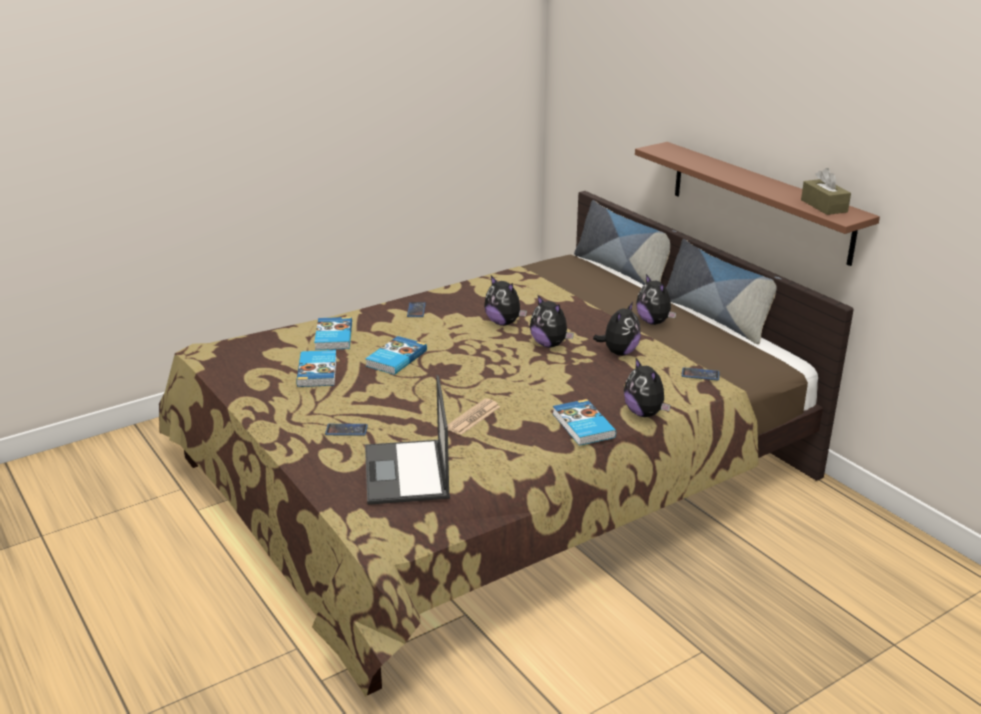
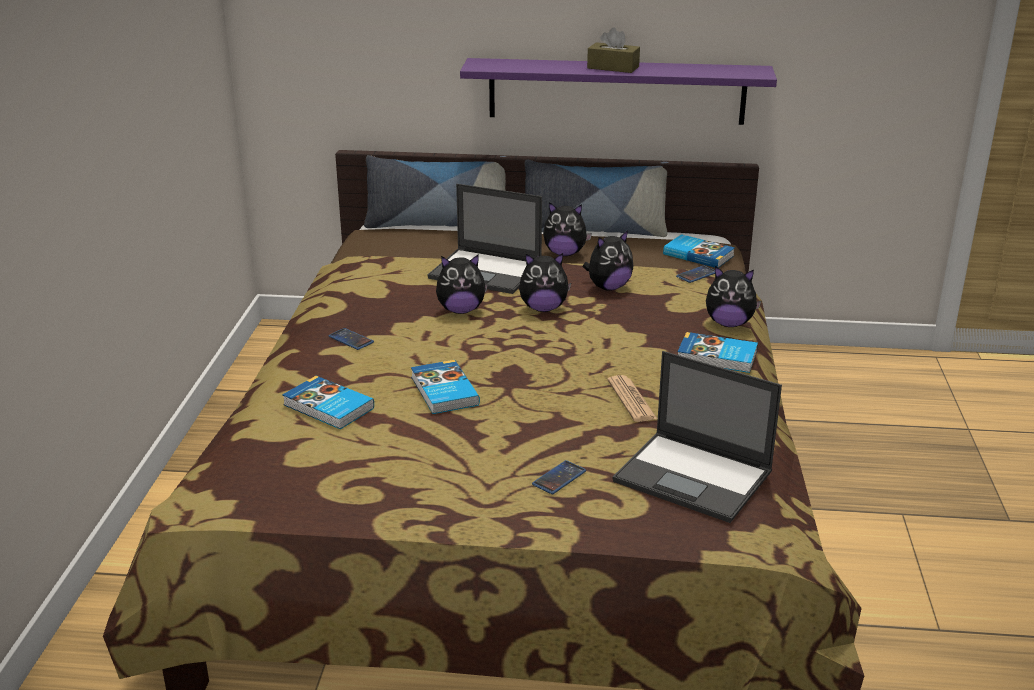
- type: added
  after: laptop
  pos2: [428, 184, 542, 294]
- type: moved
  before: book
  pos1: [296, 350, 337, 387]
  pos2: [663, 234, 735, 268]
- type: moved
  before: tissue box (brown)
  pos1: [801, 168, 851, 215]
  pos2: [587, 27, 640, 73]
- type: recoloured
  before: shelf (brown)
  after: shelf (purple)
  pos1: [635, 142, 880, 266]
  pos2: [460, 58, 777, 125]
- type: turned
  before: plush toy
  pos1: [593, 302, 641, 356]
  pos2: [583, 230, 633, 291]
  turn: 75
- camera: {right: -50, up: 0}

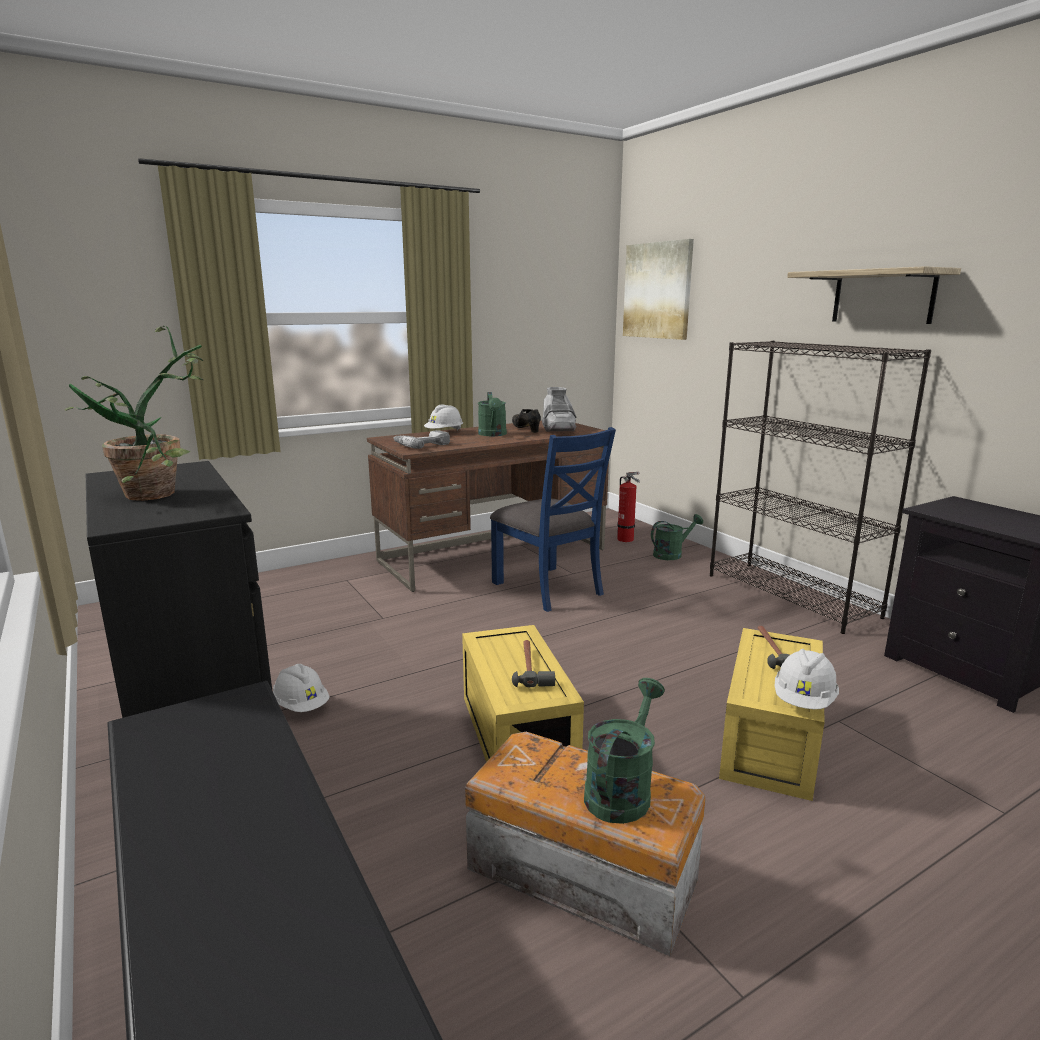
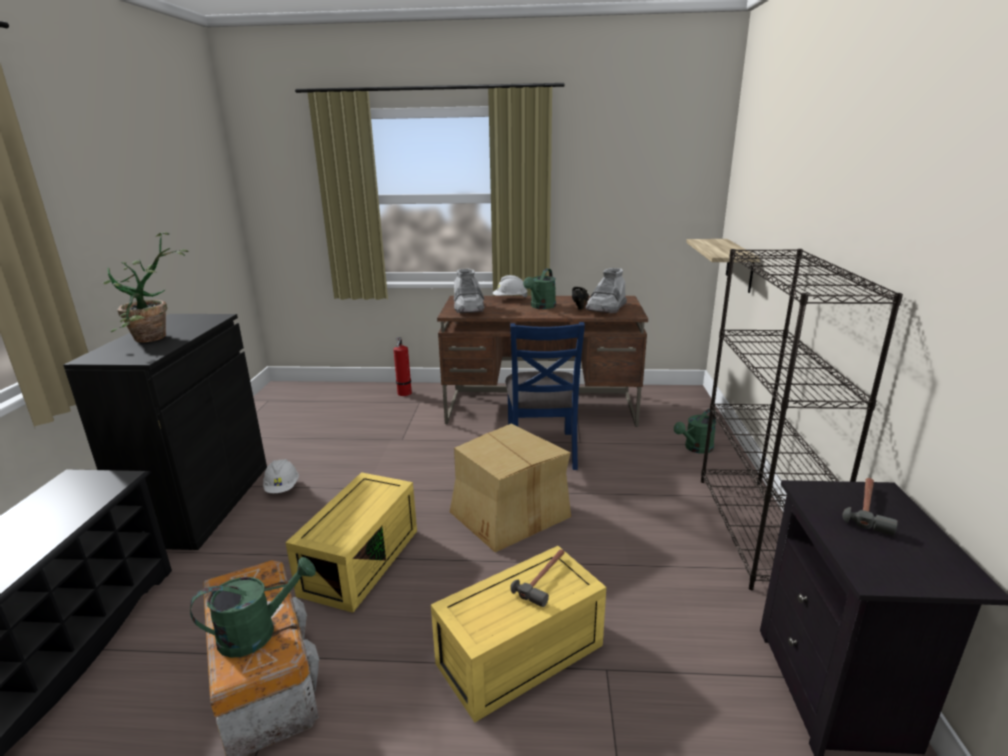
- type: removed
  before: picture
  pos1: [623, 239, 694, 340]
- type: removed
  before: hard hat (white)
  pos1: [775, 649, 839, 709]
- type: added
  after: cardboard box
  pos2: [450, 424, 571, 552]
- type: moved
  before: hammer
  pos1: [512, 640, 555, 687]
  pos2: [842, 478, 898, 535]
- type: moved
  before: fire extinguisher
  pos1: [617, 472, 640, 542]
  pos2: [393, 337, 412, 396]
- type: moved
  before: shelf
  pos1: [787, 266, 961, 324]
  pos2: [686, 239, 760, 293]
- type: replaced
  before: power drill
  after: boot (grey)
  pos1: [393, 430, 450, 449]
  pos2: [454, 268, 485, 313]
- type: turned
  before: watering can (green)
  pos1: [651, 514, 703, 560]
  pos2: [674, 409, 716, 454]
  turn: 135
- camera: {right: 35, up: 5}

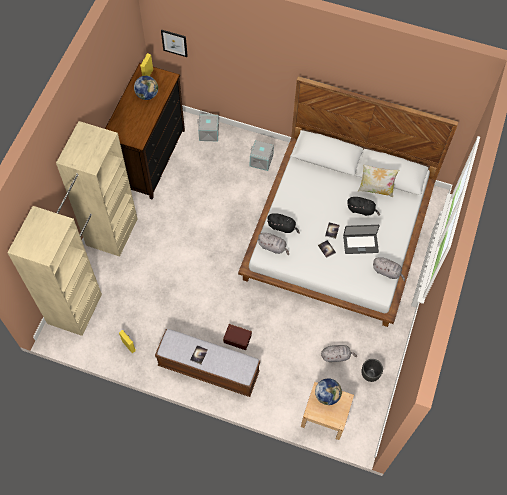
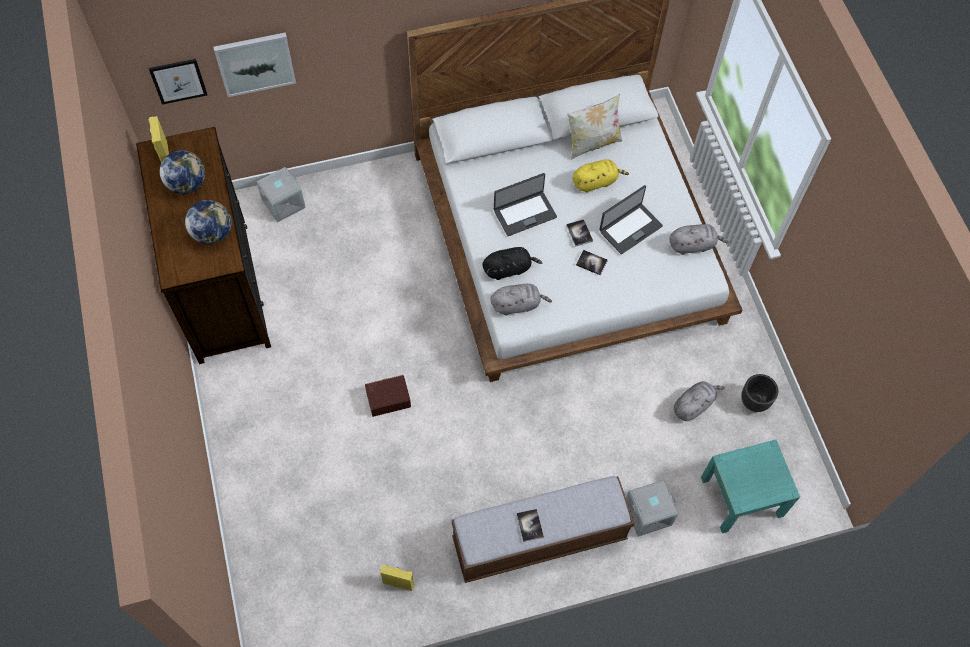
- type: removed
  before: wardrobe (beige)
  pos1: [7, 121, 138, 336]
- type: added
  after: picture
  pos2: [213, 32, 296, 97]
- type: added
  after: laptop
  pos2: [494, 173, 557, 236]
- type: moved
  before: storage box (brown)
  pos1: [223, 324, 252, 350]
  pos2: [365, 375, 411, 417]
- type: moved
  before: storage box (grey)
  pos1: [250, 140, 274, 171]
  pos2: [626, 480, 678, 537]
- type: moved
  before: globe
  pos1: [315, 378, 342, 405]
  pos2: [185, 200, 231, 244]
- type: recoloured
  before: nightstand (beige)
  after: nightstand (turquoise)
  pos1: [301, 382, 354, 440]
  pos2: [701, 440, 800, 533]
- type: recoloured
  before: plush toy (black)
  after: plush toy (yellow)
  pos1: [347, 197, 380, 216]
  pos2: [573, 159, 629, 193]
- camera: {right: -35, up: 0}

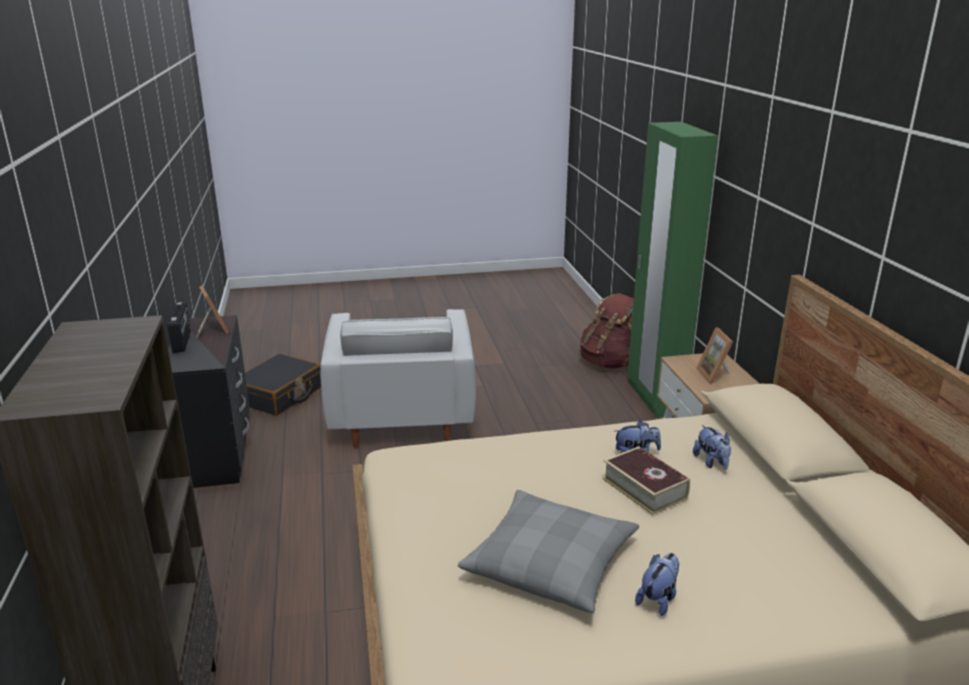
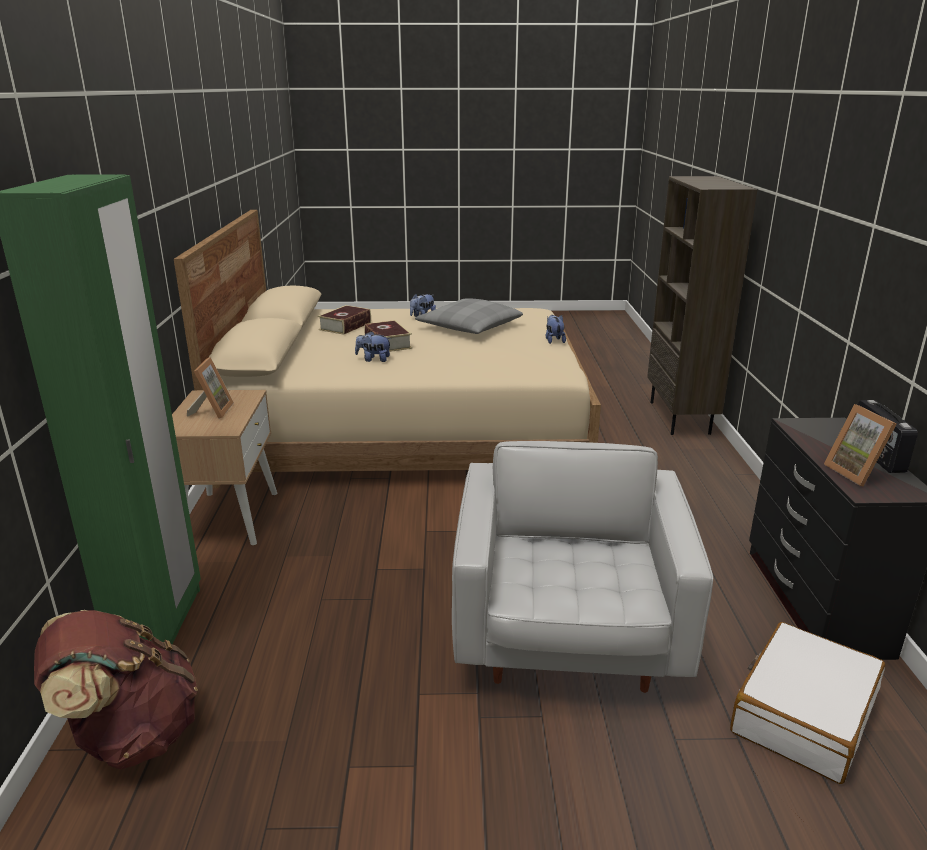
- type: added
  after: book
  pos2: [318, 305, 371, 335]
- type: moved
  before: plush toy
  pos1: [693, 425, 731, 470]
  pos2: [546, 315, 566, 344]
- type: recoloured
  before: suitcase (black)
  after: suitcase (white)
  pos1: [245, 354, 321, 416]
  pos2: [730, 622, 885, 784]
- camera: {right: -170, up: 0}

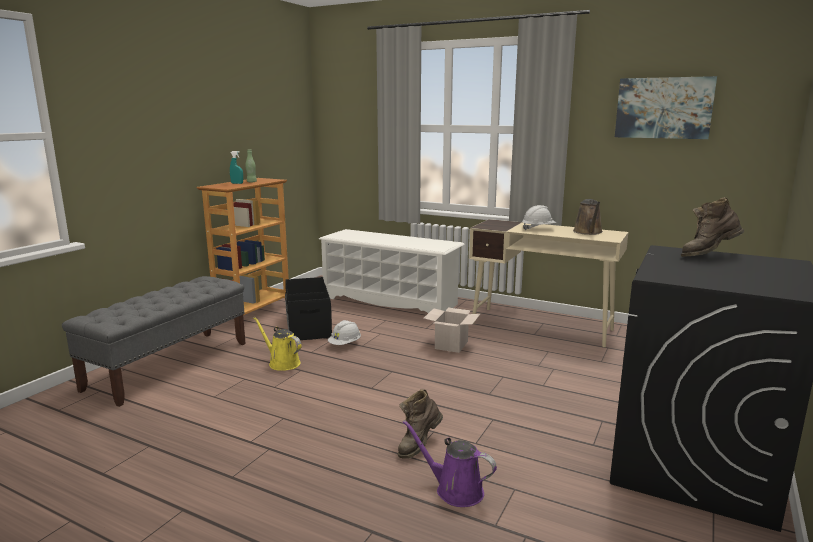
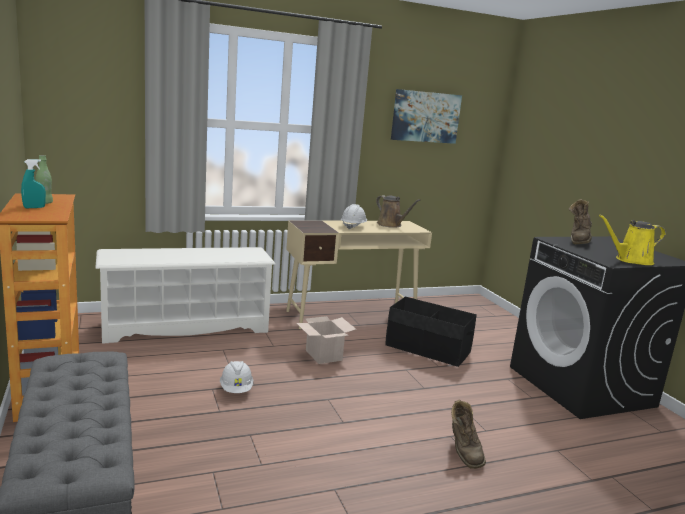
- type: removed
  before: watering can (purple)
  pos1: [403, 420, 497, 507]
- type: moved
  before: watering can (yellow)
  pos1: [254, 317, 302, 371]
  pos2: [599, 215, 666, 265]
- type: moved
  before: storage box (black)
  pos1: [285, 277, 332, 340]
  pos2: [385, 296, 477, 367]
- camera: {right: -50, up: 0}

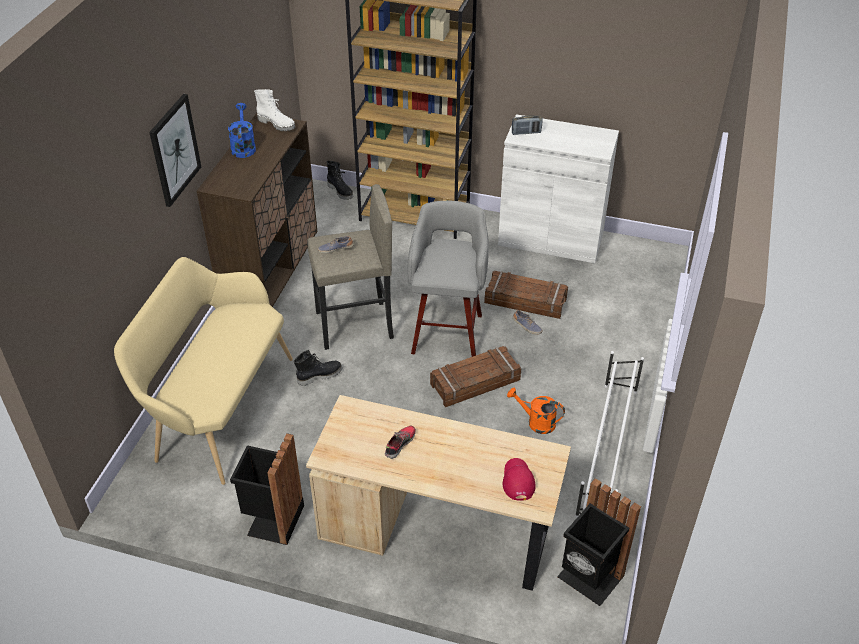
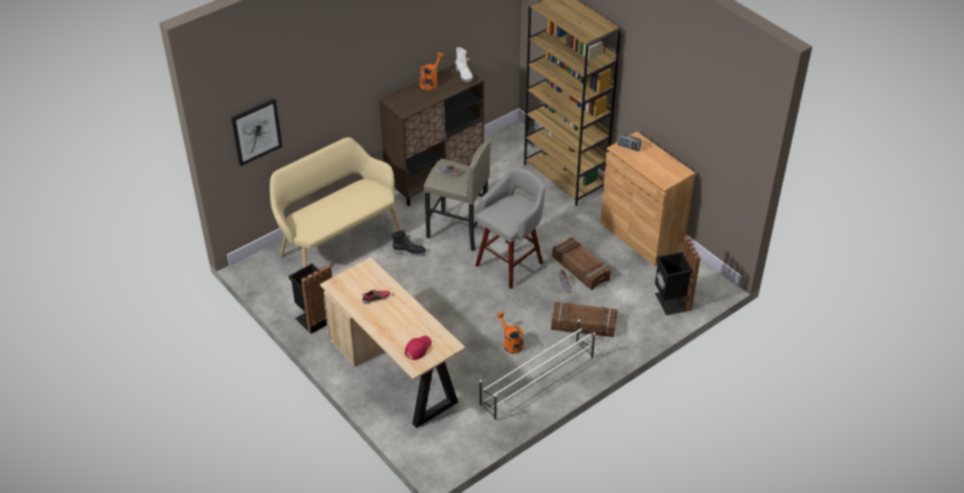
- type: moved
  before: picture
  pos1: [149, 94, 201, 207]
  pos2: [231, 98, 282, 166]
- type: moved
  before: crate
  pos1: [430, 346, 522, 407]
  pos2: [551, 302, 617, 337]
- type: moved
  before: trash can (black)
  pos1: [557, 478, 641, 606]
  pos2: [655, 236, 700, 315]
- type: recoloured
  before: watering can (blue)
  after: watering can (orange)
  pos1: [228, 103, 256, 158]
  pos2: [420, 52, 444, 90]
- type: recoloured
  before: cabinet (white)
  after: cabinet (brown)
  pos1: [498, 114, 619, 263]
  pos2: [600, 132, 695, 266]
- camera: {right: 35, up: 0}

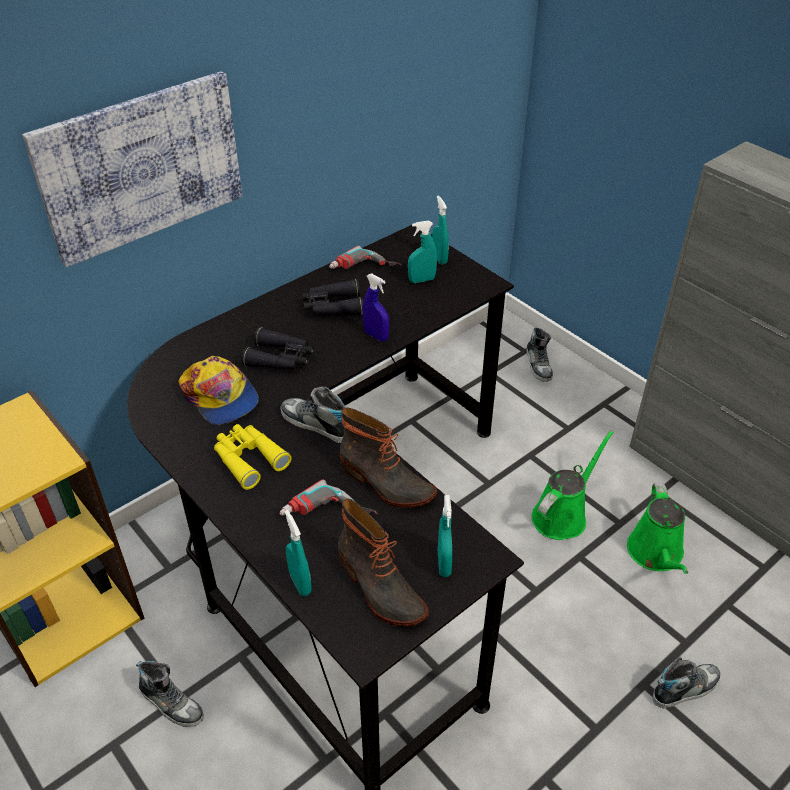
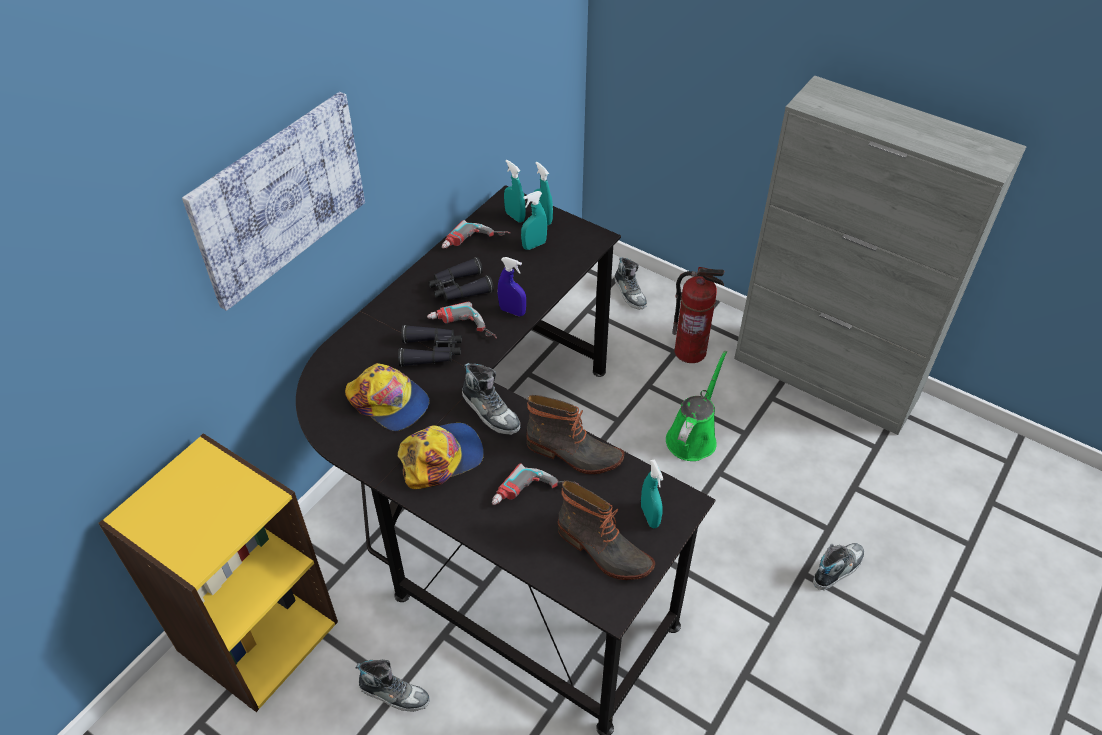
- type: removed
  before: watering can (green)
  pos1: [627, 484, 688, 574]
- type: added
  after: power drill
  pos2: [427, 302, 497, 339]
- type: added
  after: fire extinguisher
  pos2: [672, 267, 724, 363]
- type: moved
  before: spray bottle (turquoise)
  pos1: [285, 510, 312, 596]
  pos2: [504, 160, 526, 223]
- type: replaced
  before: binoculars (yellow)
  after: cap
  pos1: [214, 424, 291, 490]
  pos2: [398, 423, 484, 489]
- type: turned
  before: shoe
  pos1: [281, 386, 345, 443]
  pos2: [462, 363, 520, 435]
  turn: -150
- camera: {right: -15, up: 5}

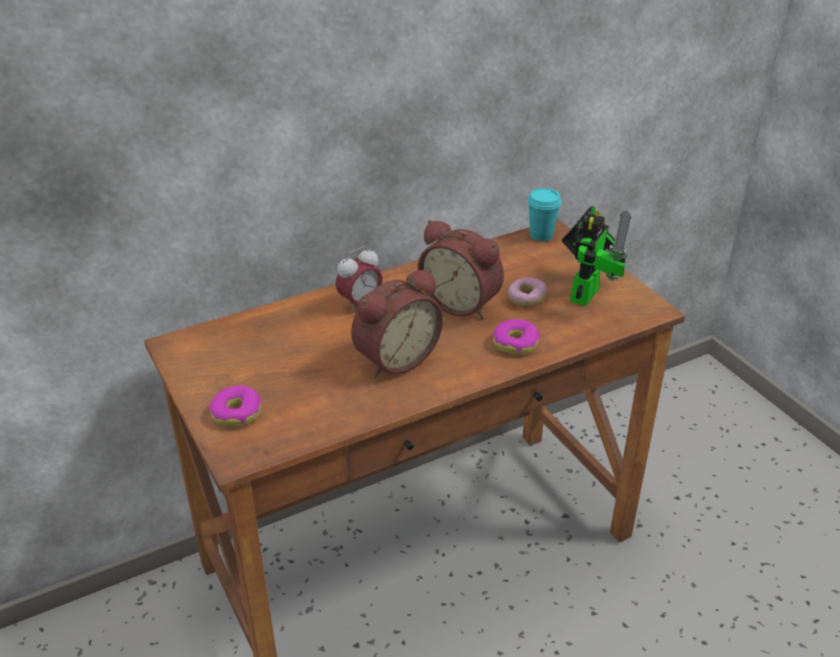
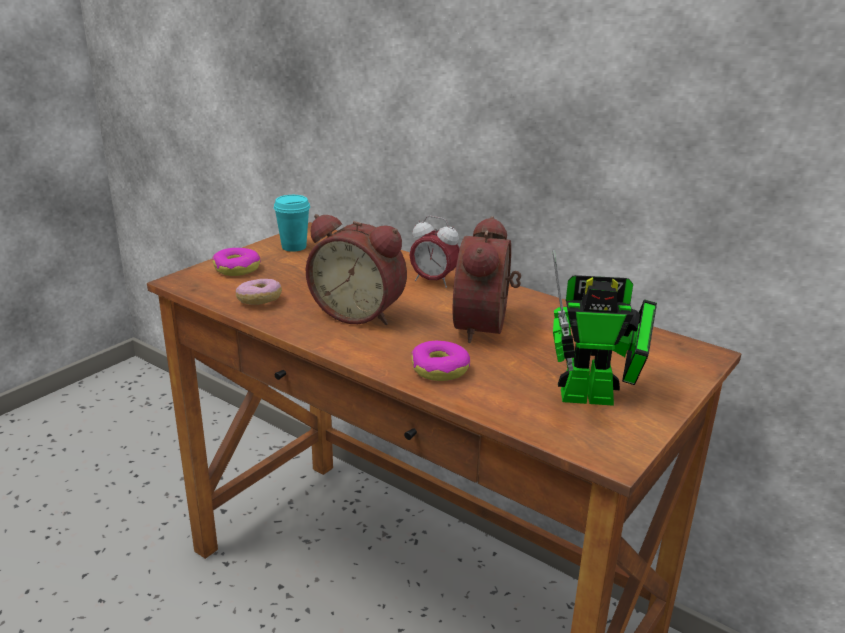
- type: moved
  before: donut
  pos1: [508, 277, 548, 308]
  pos2: [236, 279, 282, 305]
- type: moved
  before: cup (turquoise)
  pos1: [528, 188, 562, 241]
  pos2: [274, 195, 310, 252]
- camera: {right: 65, up: -10}

